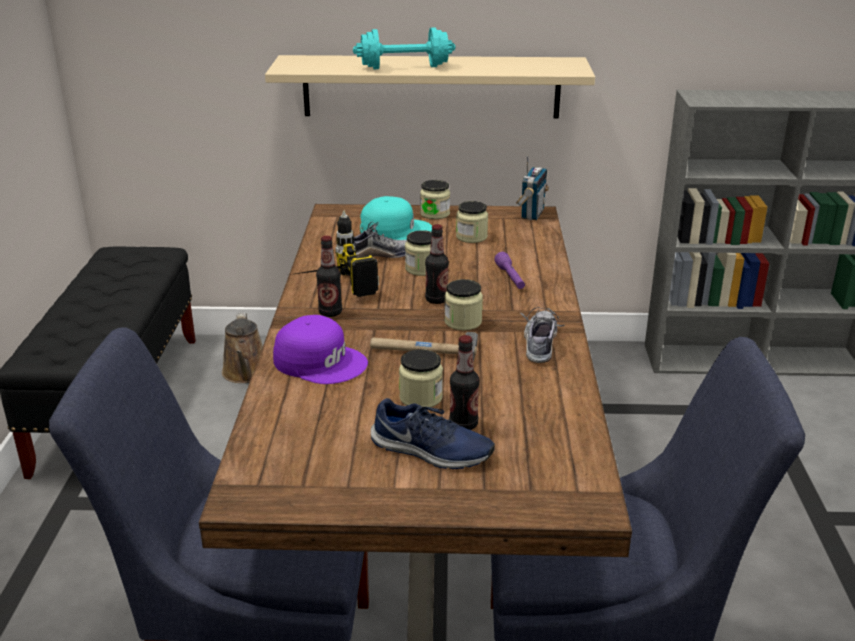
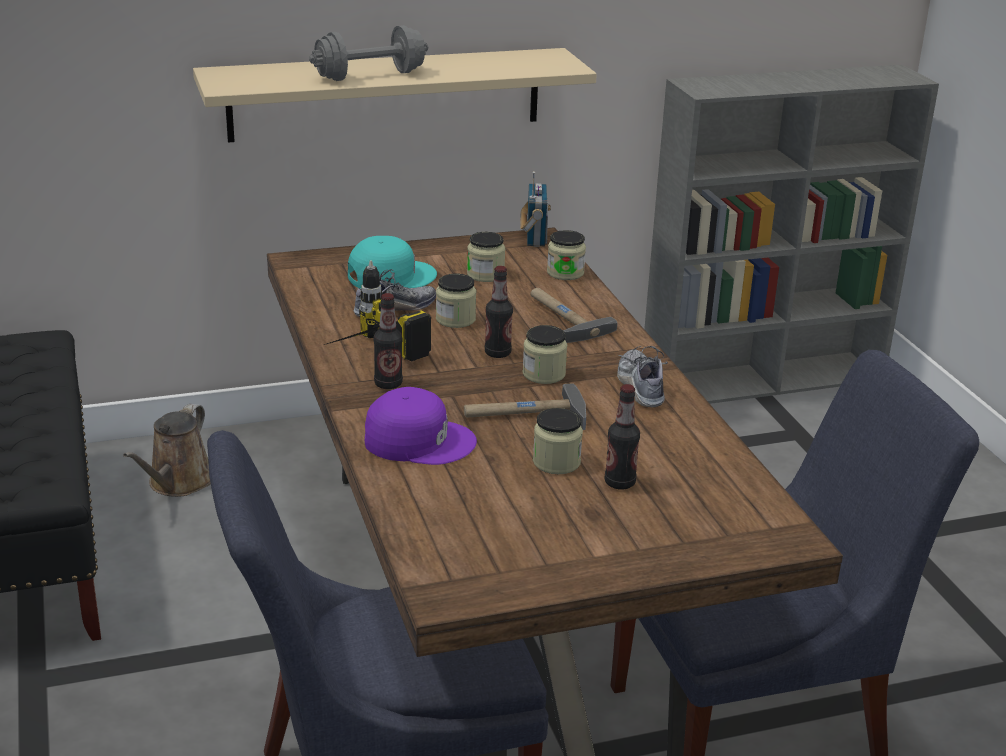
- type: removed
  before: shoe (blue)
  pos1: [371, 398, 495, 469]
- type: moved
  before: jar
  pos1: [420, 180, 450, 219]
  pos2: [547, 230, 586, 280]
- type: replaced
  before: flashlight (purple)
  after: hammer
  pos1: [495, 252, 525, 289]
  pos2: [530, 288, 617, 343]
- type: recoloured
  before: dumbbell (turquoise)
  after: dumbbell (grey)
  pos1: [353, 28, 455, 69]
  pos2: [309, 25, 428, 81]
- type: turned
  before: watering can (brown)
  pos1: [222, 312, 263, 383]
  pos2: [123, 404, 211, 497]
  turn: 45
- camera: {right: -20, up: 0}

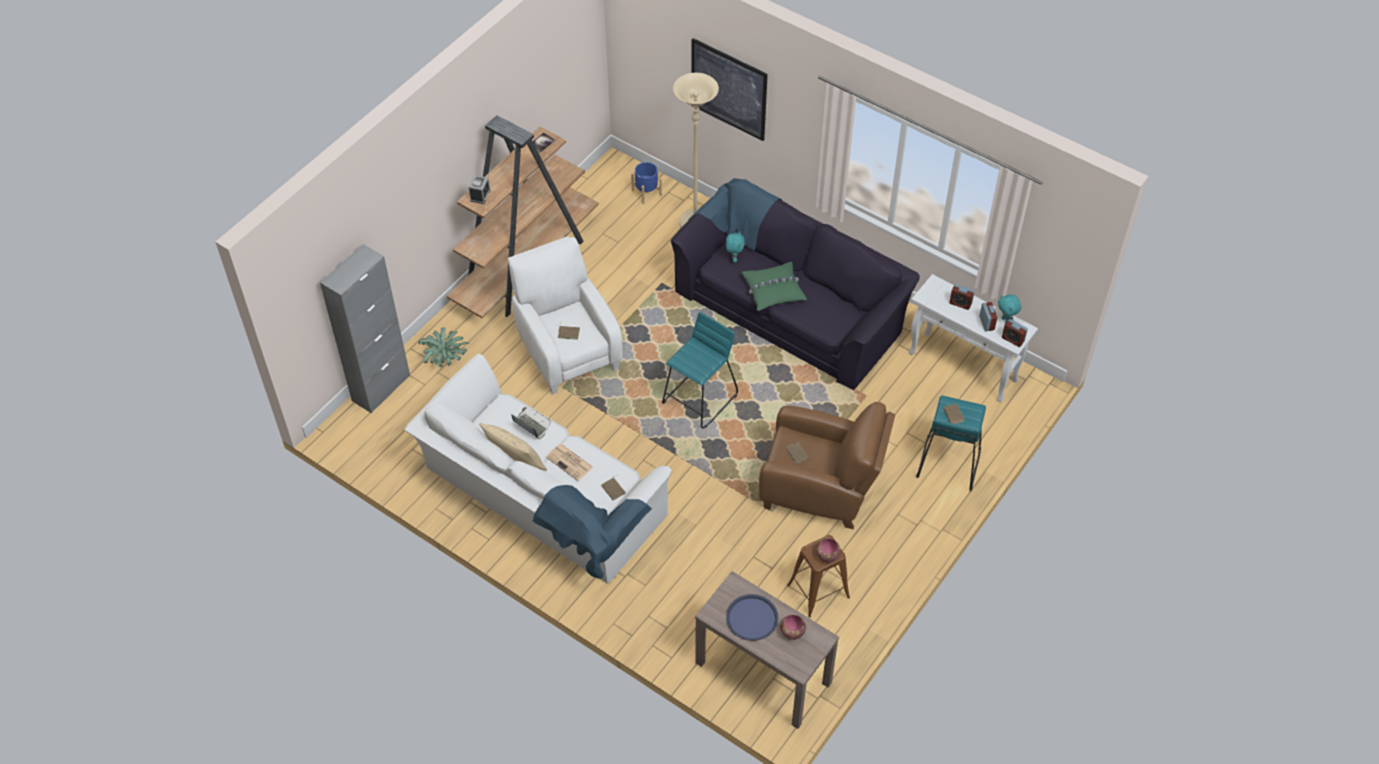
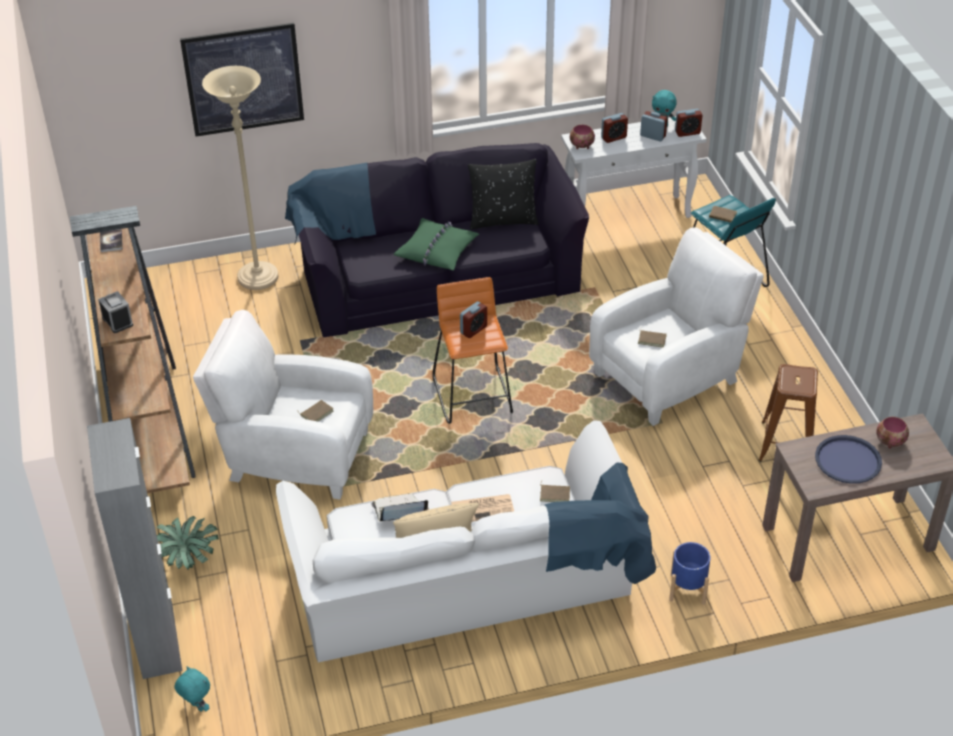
- type: added
  after: alarm clock
  pos2: [460, 301, 487, 338]
- type: added
  after: pillow (black)
  pos2: [468, 159, 539, 229]
- type: moved
  before: planter (blue)
  pos1: [631, 162, 662, 204]
  pos2: [669, 542, 711, 605]
- type: moved
  before: plush toy (turquoise)
  pos1: [726, 231, 744, 262]
  pos2: [175, 666, 210, 712]
- type: moved
  before: bowl
  pos1: [816, 538, 841, 563]
  pos2: [570, 124, 595, 149]
- type: recoloured
  before: stool (turquoise)
  after: stool (orange)
  pos1: [662, 312, 738, 429]
  pos2: [433, 277, 513, 424]
- type: recoloured
  before: armchair (brown)
  after: armchair (white)
  pos1: [759, 402, 895, 529]
  pos2: [589, 227, 764, 426]
- camera: {right: -50, up: -10}

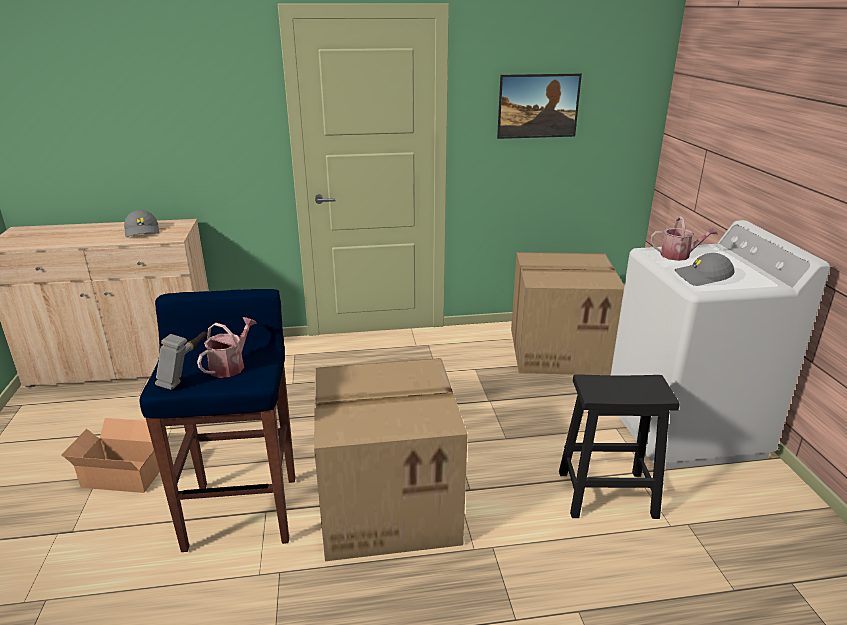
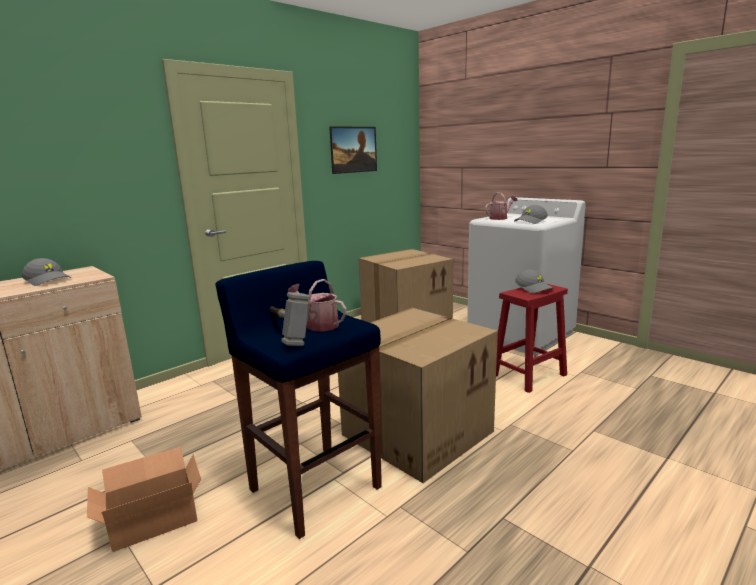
- type: added
  after: cap (grey)
  pos2: [515, 270, 553, 293]
- type: recoloured
  before: stool (black)
  after: stool (red)
  pos1: [559, 374, 680, 519]
  pos2: [496, 284, 568, 393]
- type: turned
  before: watering can
  pos1: [197, 317, 257, 378]
  pos2: [288, 279, 346, 332]
  turn: -45
- camera: {right: -35, up: -10}

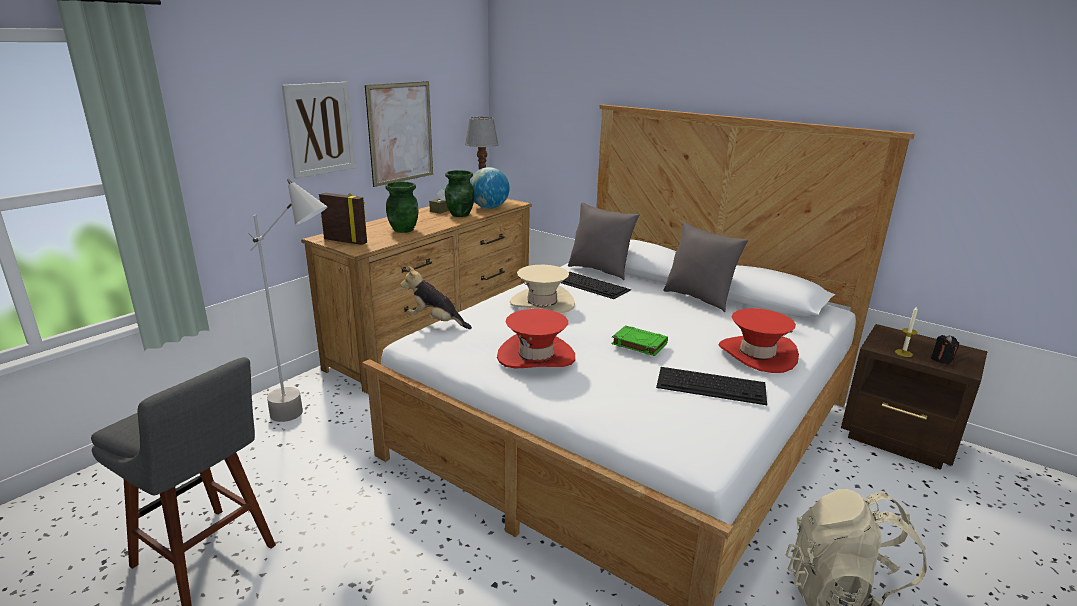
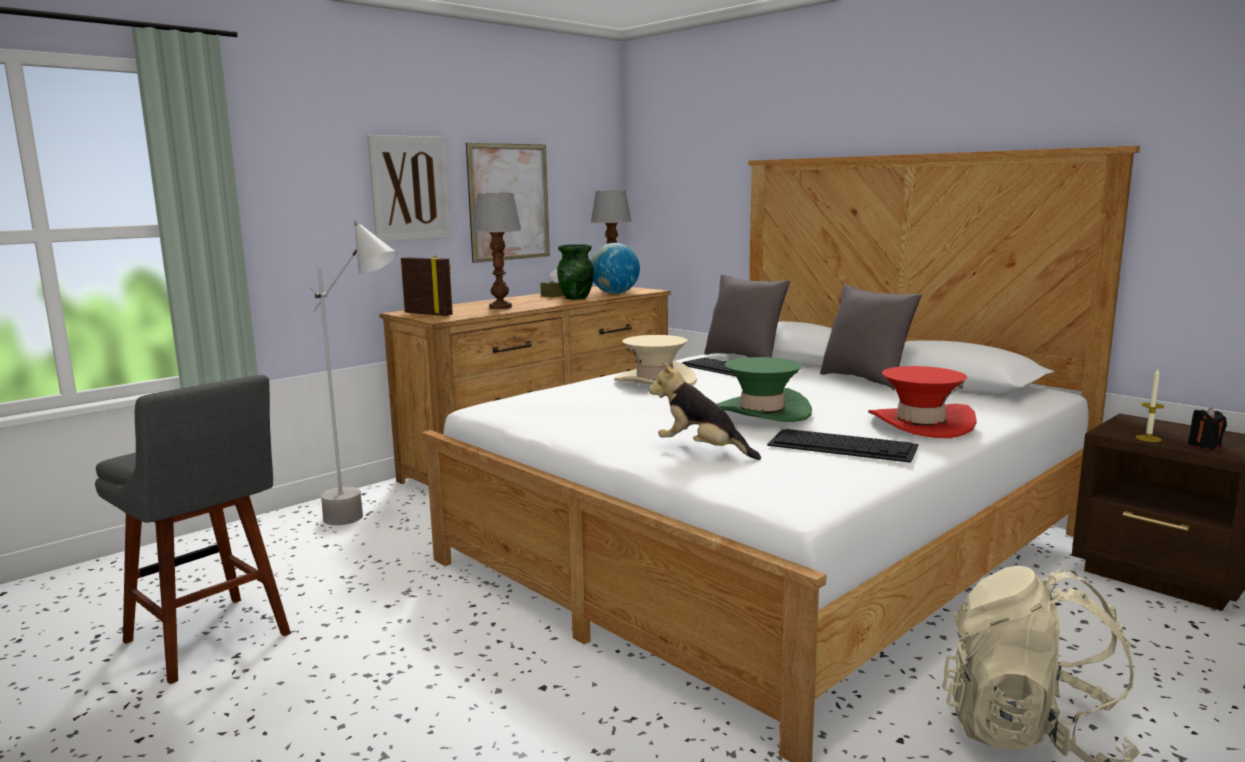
- type: removed
  before: hat (red)
  pos1: [497, 309, 575, 369]
- type: moved
  before: plush toy
  pos1: [400, 266, 472, 329]
  pos2: [649, 362, 761, 460]
- type: replaced
  before: vase (green)
  after: table lamp
  pos1: [386, 182, 419, 233]
  pos2: [472, 193, 522, 309]
- type: replaced
  before: book (green)
  after: hat (green)
  pos1: [611, 325, 668, 356]
  pos2: [717, 357, 812, 422]
- camera: {right: 10, up: -10}

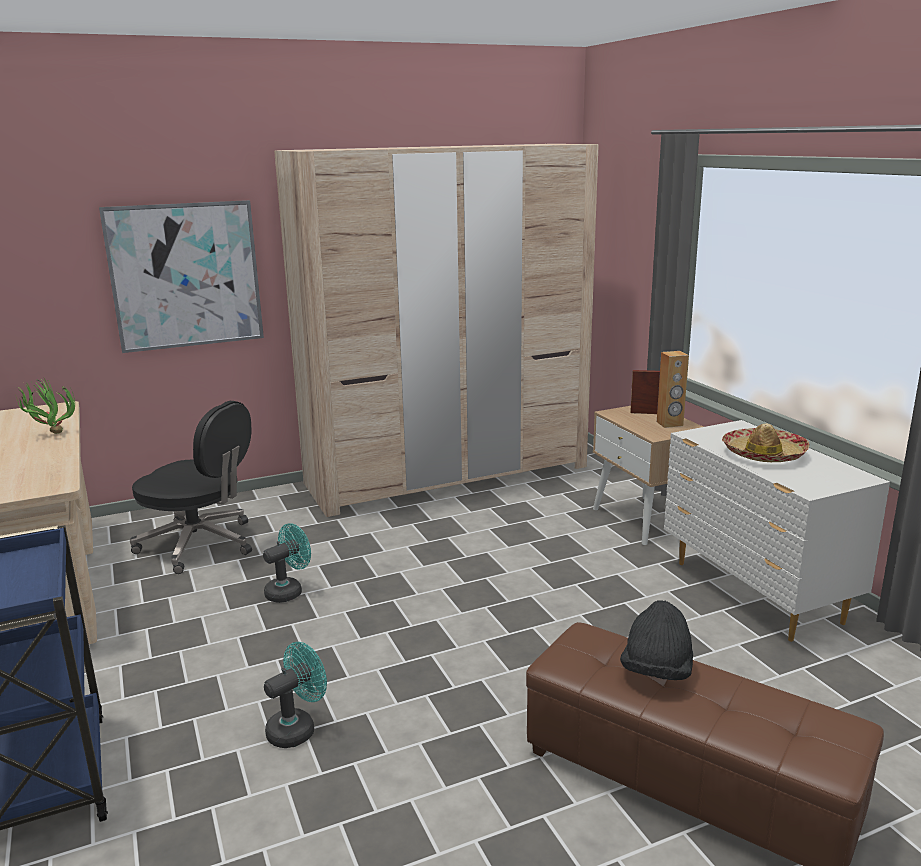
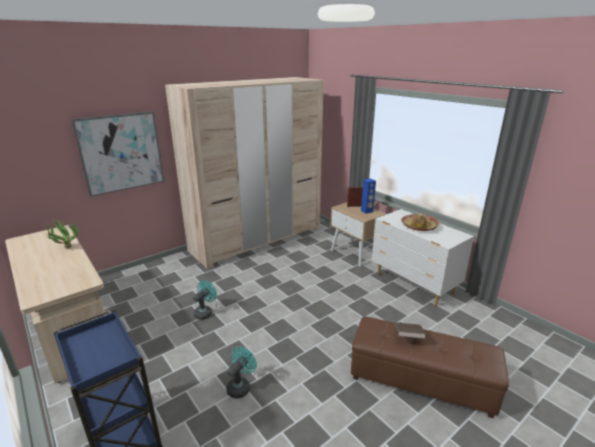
- type: removed
  before: office chair (black)
  pos1: [130, 401, 252, 574]
- type: replaced
  before: hat (black)
  after: book (brown)
  pos1: [620, 600, 693, 680]
  pos2: [395, 322, 426, 339]
- type: recoloured
  before: speaker (brown)
  after: speaker (blue)
  pos1: [657, 351, 689, 428]
  pos2: [361, 179, 376, 214]
- camera: {right: -15, up: 5}

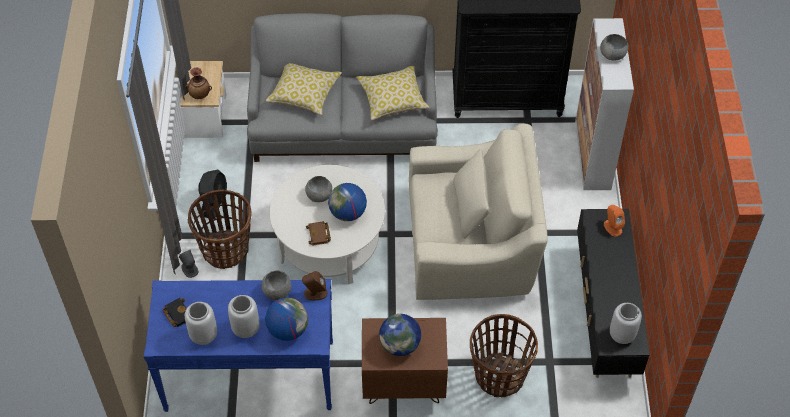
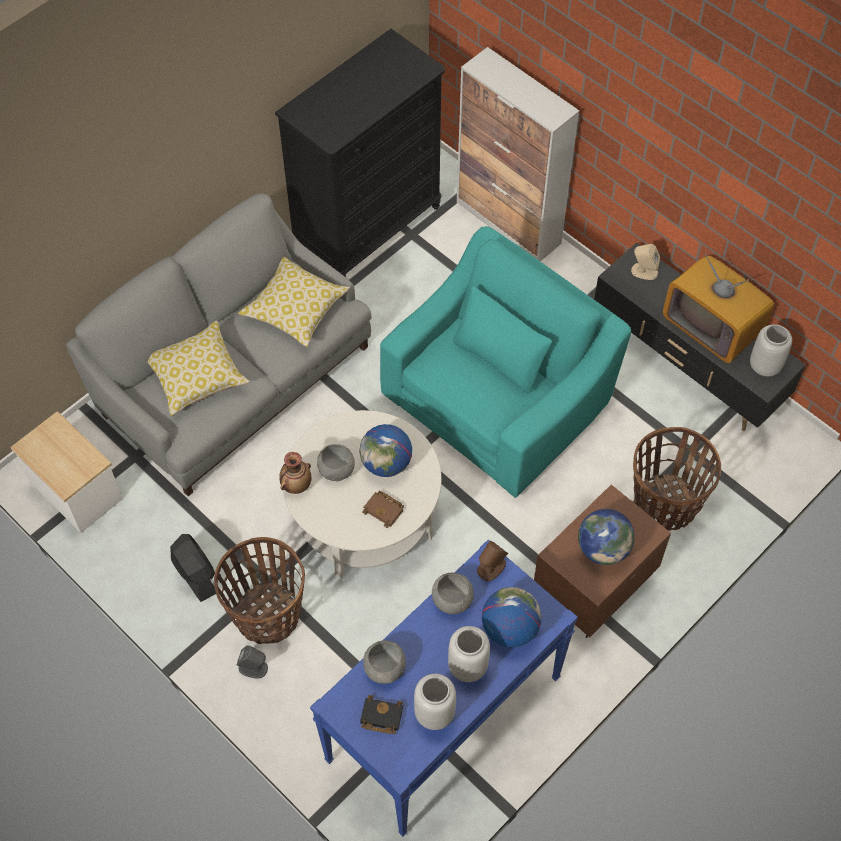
- type: added
  after: television
  pos2: [663, 253, 774, 363]
- type: moved
  before: vase
  pos1: [185, 68, 212, 99]
  pos2: [279, 452, 311, 494]
- type: moved
  before: bowl (grey)
  pos1: [600, 34, 629, 61]
  pos2: [363, 641, 406, 684]
- type: recoloured
  before: armchair (beige)
  after: armchair (turquoise)
  pos1: [409, 124, 548, 300]
  pos2: [380, 226, 631, 498]
- type: recoloured
  before: speaker (orange)
  after: speaker (beige)
  pos1: [604, 205, 625, 236]
  pos2: [631, 244, 660, 280]
- camera: {right: -45, up: 5}

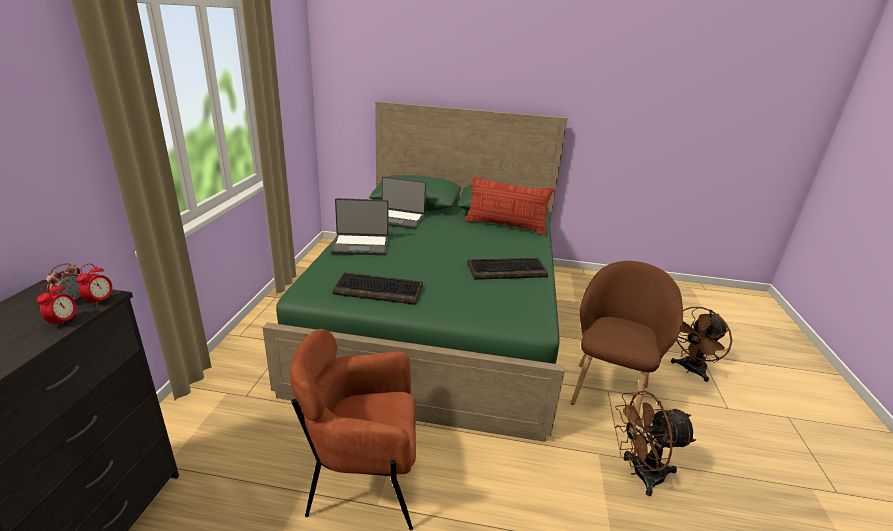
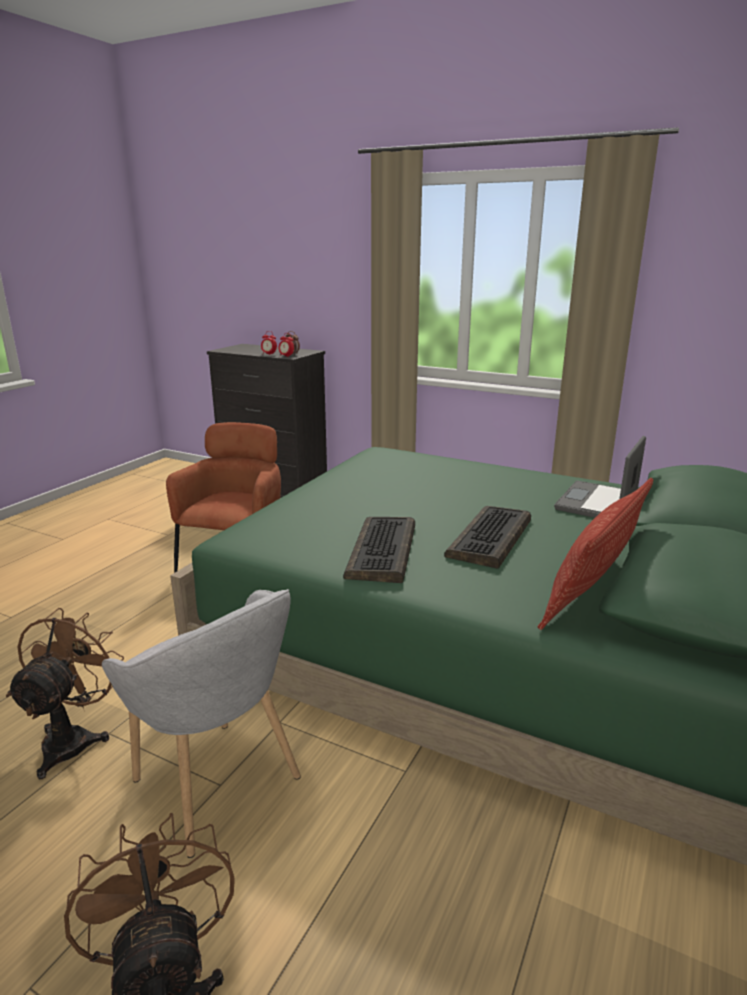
- type: removed
  before: laptop
  pos1: [331, 198, 389, 255]
- type: moved
  before: keyboard
  pos1: [333, 272, 423, 305]
  pos2: [444, 506, 531, 569]
- type: recoloured
  before: armchair (brown)
  after: armchair (grey)
  pos1: [571, 261, 683, 426]
  pos2: [102, 589, 301, 858]
- camera: {right: 110, up: -5}

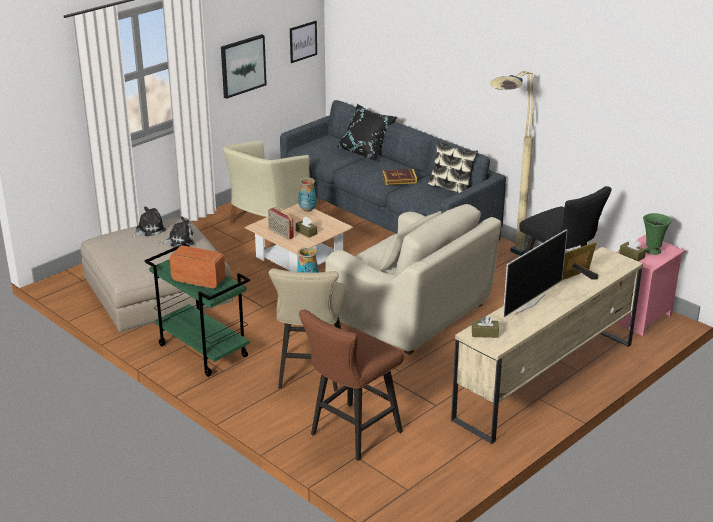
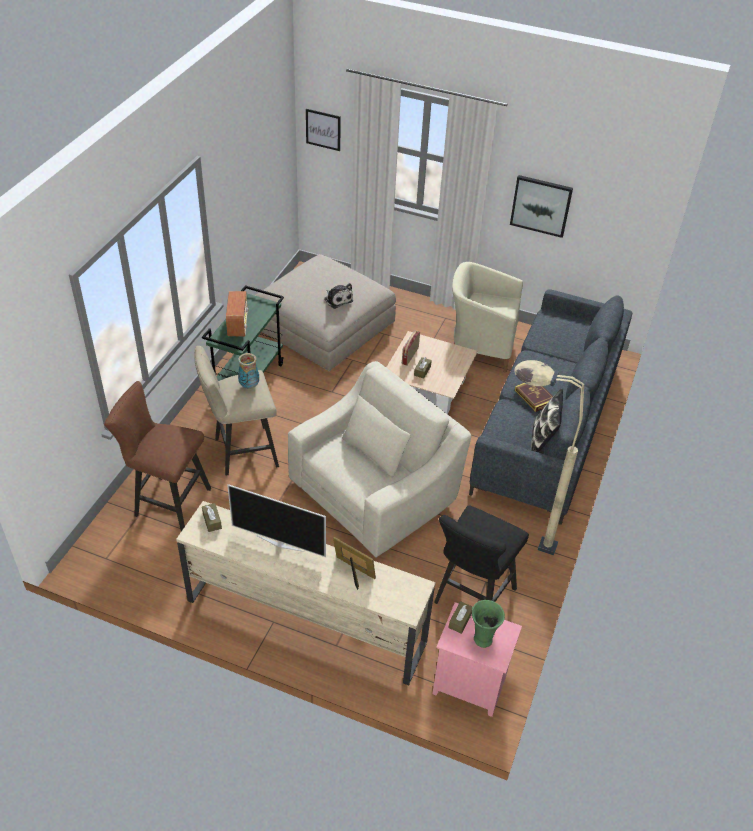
- type: removed
  before: plush toy
  pos1: [132, 207, 166, 237]
- type: removed
  before: vase
  pos1: [298, 178, 317, 212]
- type: removed
  before: pillow (black)
  pos1: [336, 104, 398, 161]
- type: moved
  before: picture
  pos1: [290, 21, 317, 63]
  pos2: [306, 109, 341, 151]
- type: turned
  before: armchair (beige)
  pos1: [325, 204, 501, 355]
  pos2: [288, 361, 471, 558]
  turn: -150
- camera: {right: 65, up: 15}

